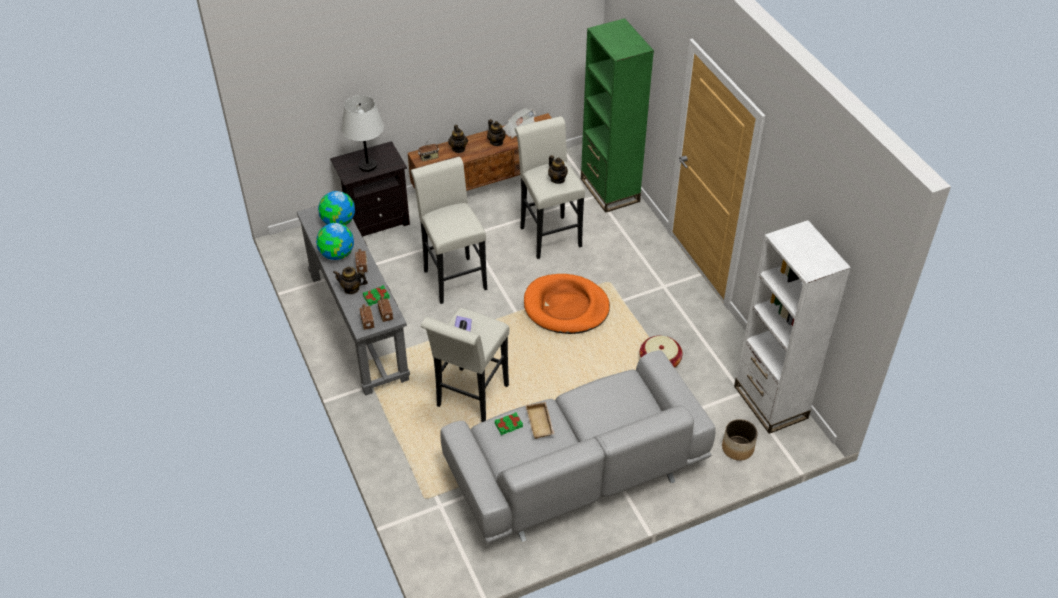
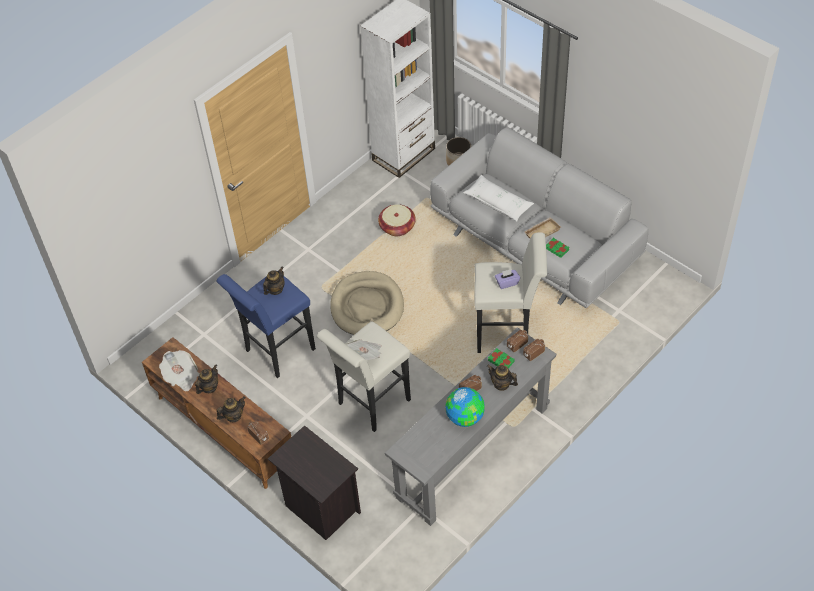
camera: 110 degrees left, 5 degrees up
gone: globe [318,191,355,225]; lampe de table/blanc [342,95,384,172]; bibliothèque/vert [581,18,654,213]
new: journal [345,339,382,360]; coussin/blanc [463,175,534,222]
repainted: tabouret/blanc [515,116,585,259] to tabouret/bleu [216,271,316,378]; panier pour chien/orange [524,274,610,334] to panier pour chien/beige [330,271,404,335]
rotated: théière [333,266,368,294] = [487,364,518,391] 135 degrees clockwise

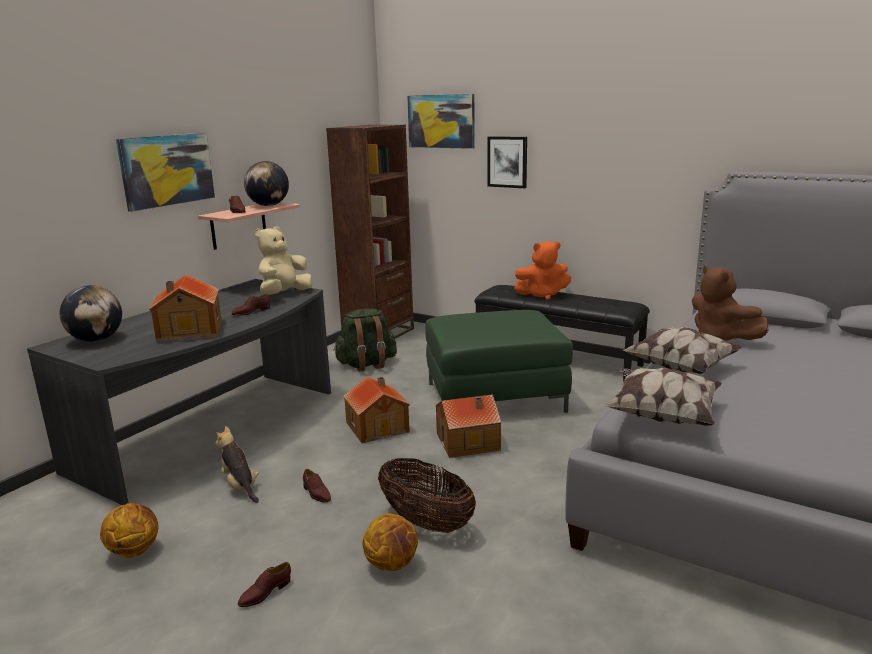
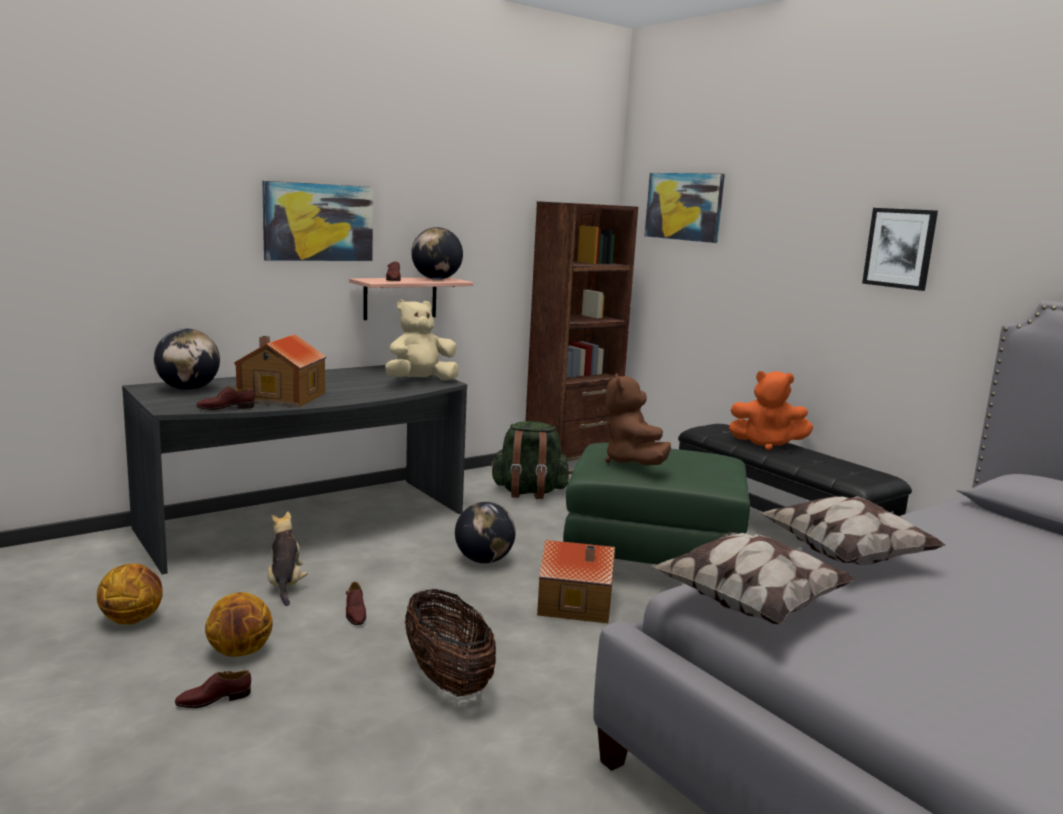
camera: 20 degrees right, 5 degrees down
shifted: chaussure/marron [231,294,270,316] to [196,386,255,410]; ballon de basket [363,513,418,571] to [205,592,273,657]; tableau [487,136,527,188] to [862,208,938,291]; peluche/marron [692,266,768,341] to [605,373,671,465]
swapped: maison miniature [343,376,410,443] to globe [455,502,516,563]

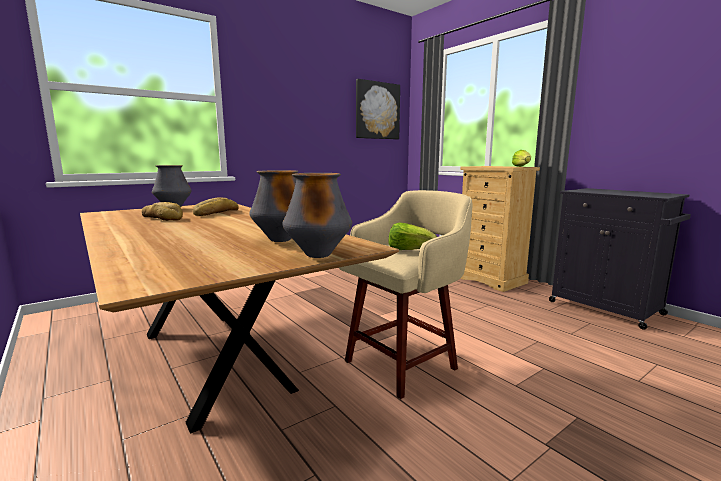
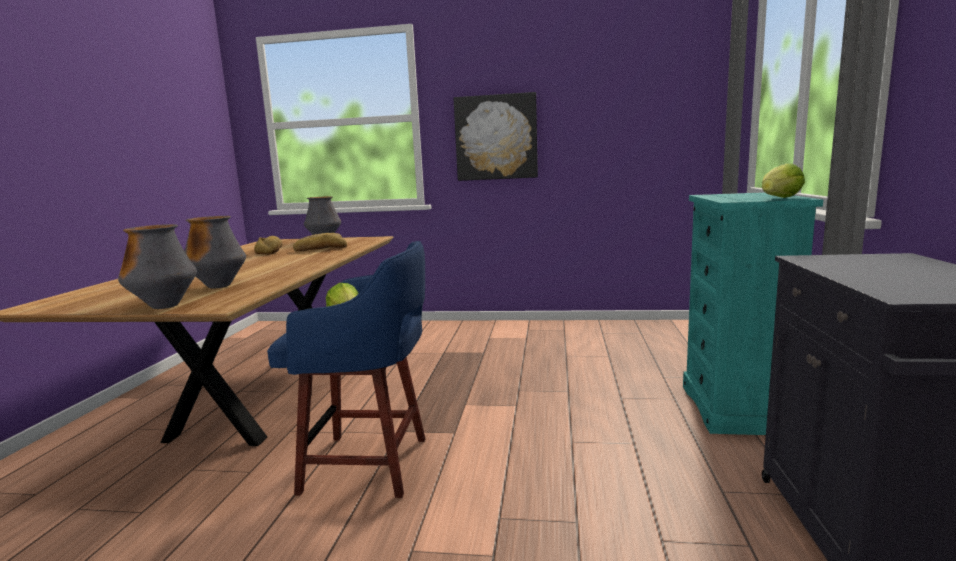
camera: 45 degrees right, 0 degrees up
shifted: tableau [356,79,400,139] to [454,92,538,181]
repainted: tabouret/beige [339,190,473,399] to tabouret/bleu [267,241,425,498]; commode/beige [460,166,540,292] to commode/turquoise [683,192,823,435]

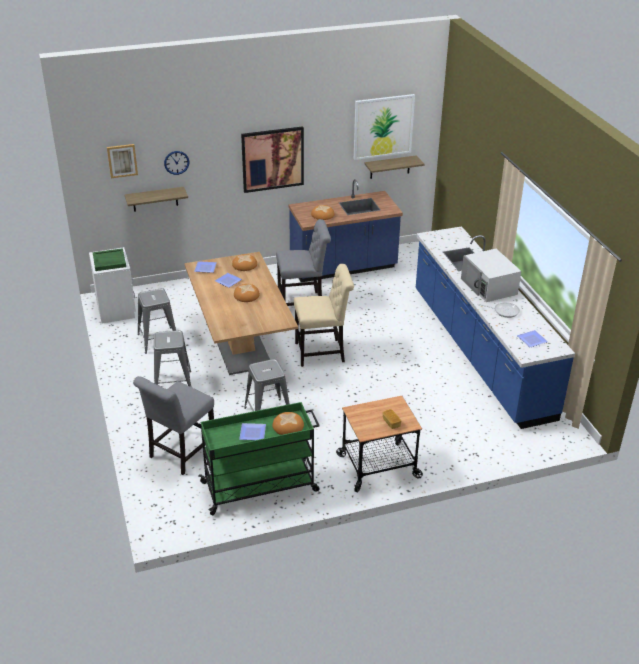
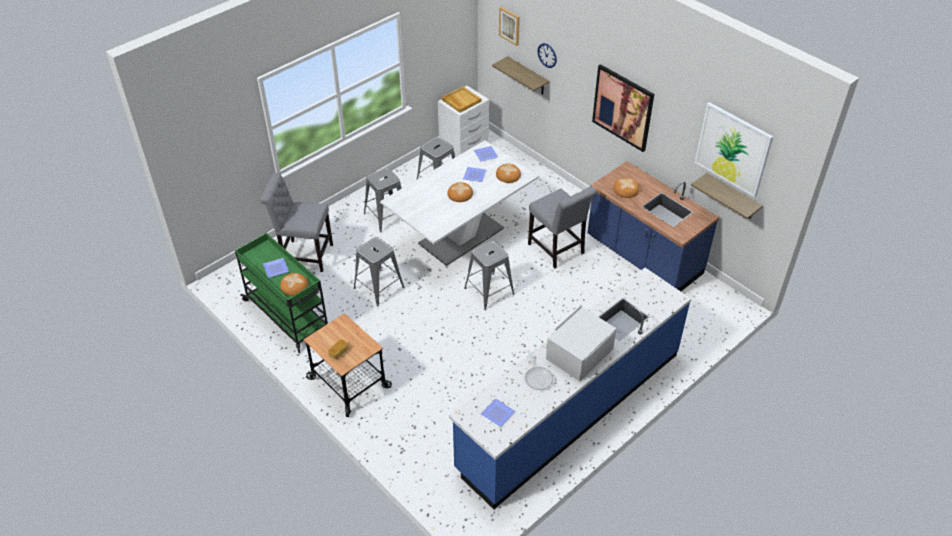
camera: 65 degrees right, 10 degrees up
swapped: chaise/beige [294,264,354,367] to tabouret/gris [464,241,515,310]
repainted: plateau/vert [92,248,126,271] to plateau/beige [442,86,481,113]; table à manger/marron [184,252,298,375] to table à manger/blanc [380,140,539,266]

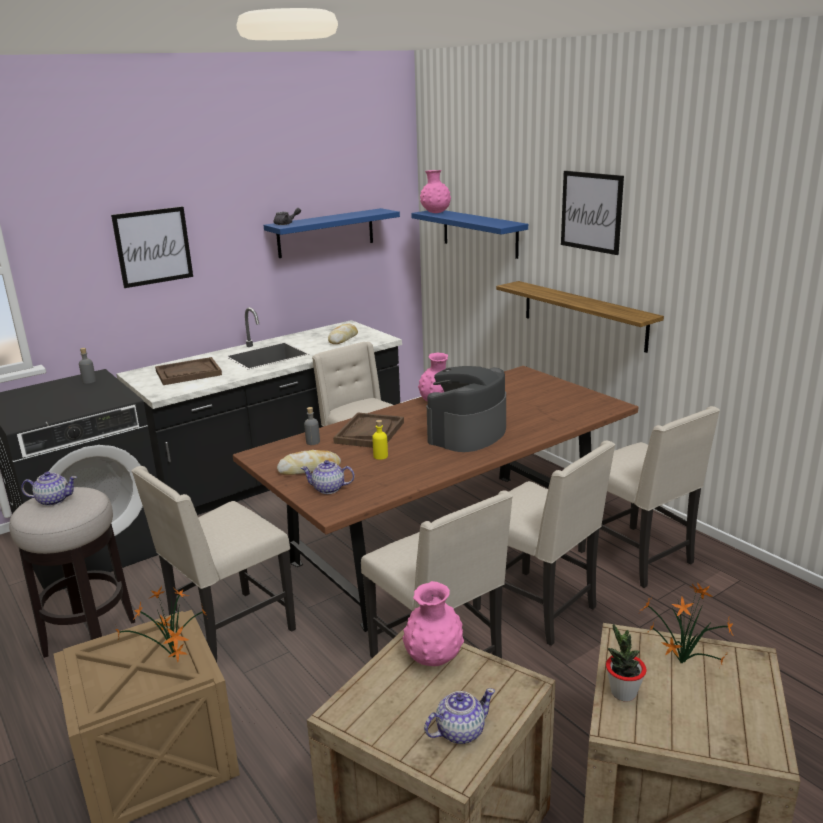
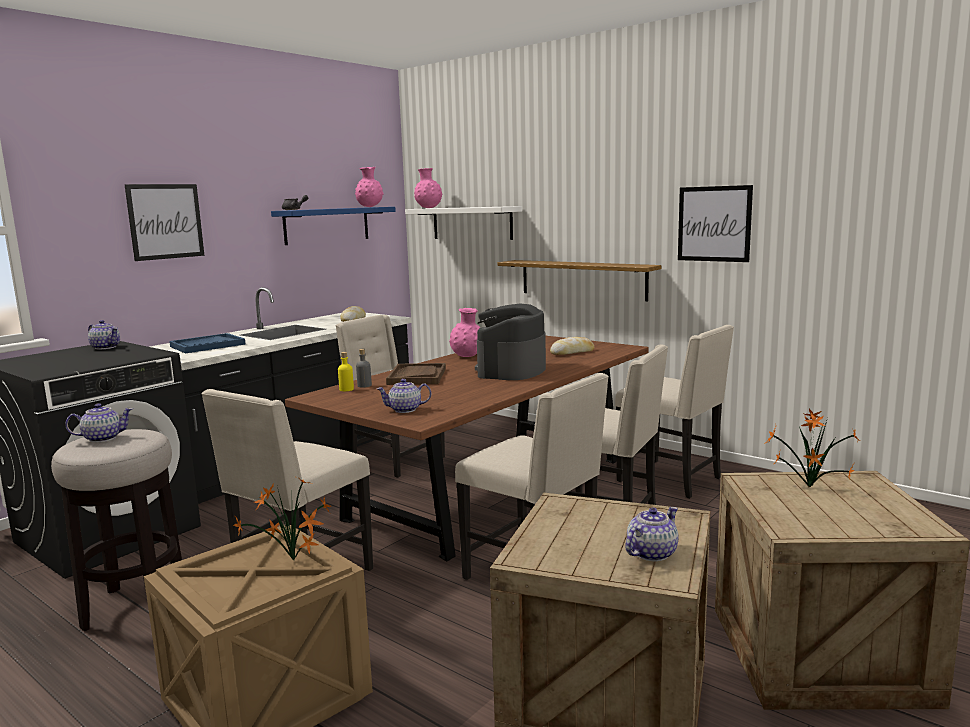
camera: 15 degrees left, 10 degrees down
gone: plante en pot [606,624,646,701]
shifted: pain [277,450,341,475] to [550,337,594,355]; bouteille/jaune [372,420,388,460] to [338,352,354,391]; vase/rose [402,581,464,666] to [355,167,384,207]; tableau [561,171,624,255] to [678,185,753,262]
swapped: bouteille/gris [79,348,96,384] to théière [88,320,120,349]
repainted: plateau/marron [155,357,222,385] to plateau/bleu [169,333,245,353]; étagère/bleu [411,210,528,259] to étagère/blanc [405,206,522,240]

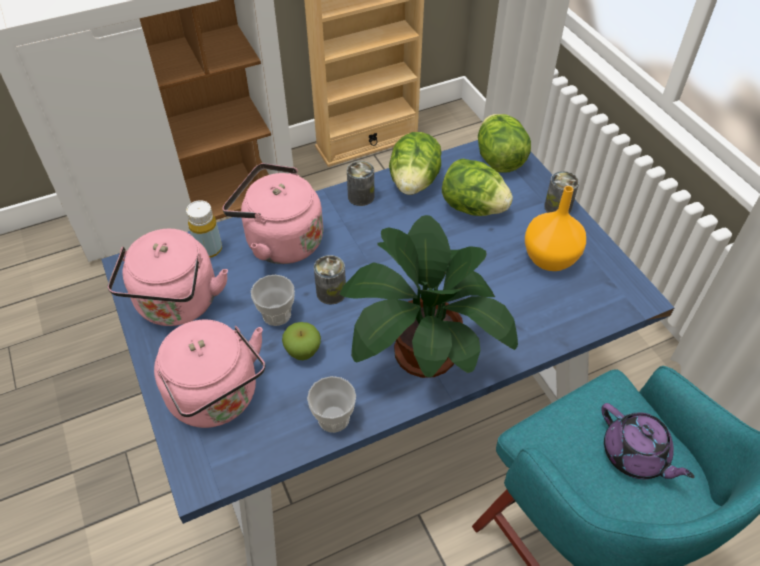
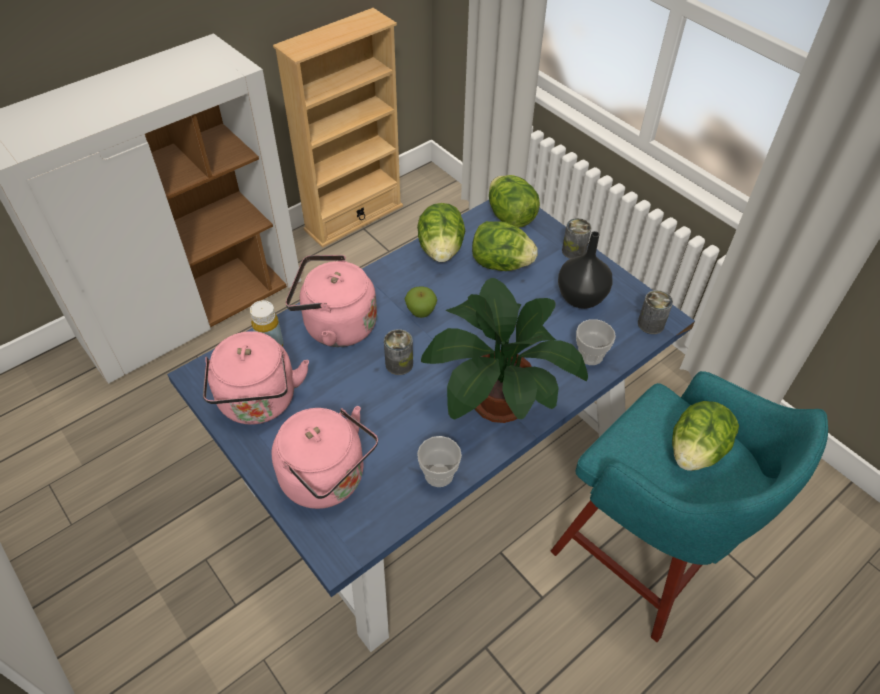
camera: 15 degrees left, 0 degrees up
shifted: tasse [251,275,295,326] to [576,319,616,365]; pomme [282,322,321,360] to [405,286,437,318]; boîte métallique [347,161,374,206] to [638,290,673,334]
swapped: théière/violet [601,403,695,479] to laitue [672,401,739,471]
repainted: vase/orange [525,186,586,271] to vase/noir [558,231,612,309]

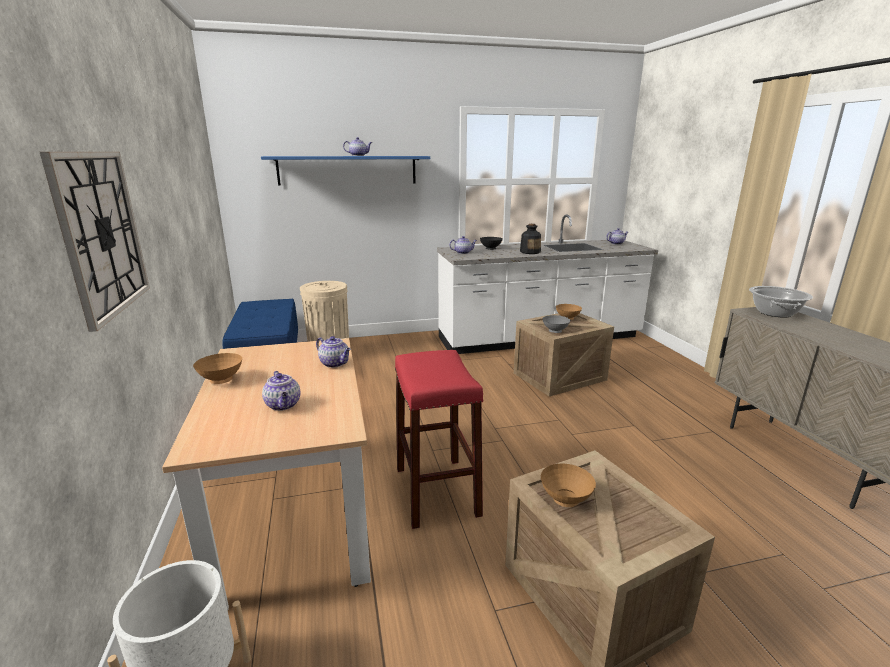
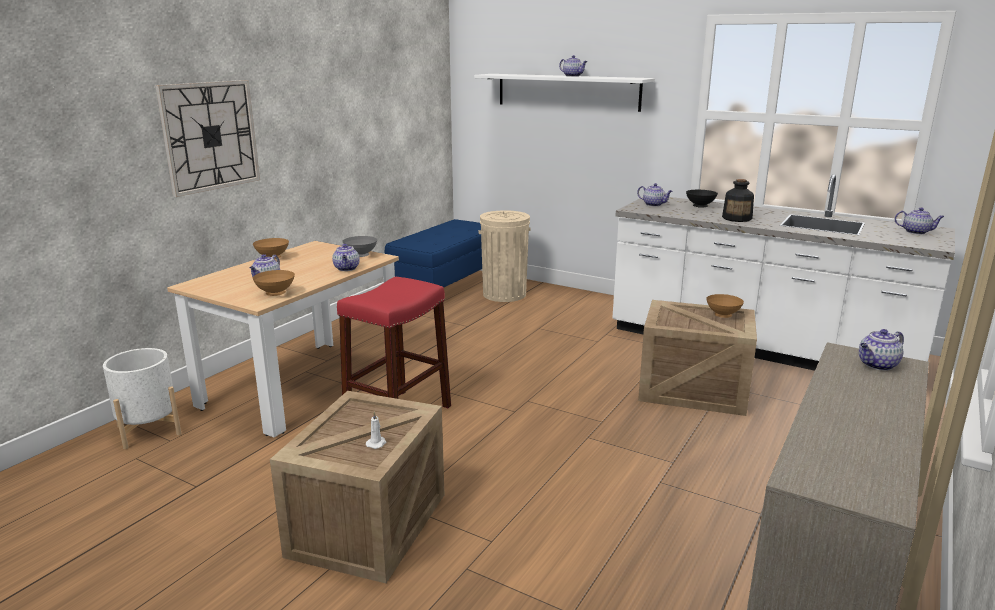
camera: 45 degrees right, 0 degrees up
new: bougie/blanc [366,412,386,449]
shifted: bol/marron [541,464,596,507] to [253,270,295,296]; bol/gris [542,315,571,333] to [342,236,377,257]
swapped: marmite [749,286,813,318] to théière [859,329,904,371]
repainted: étagère/bleu [261,156,430,186] to étagère/blanc [474,74,655,112]

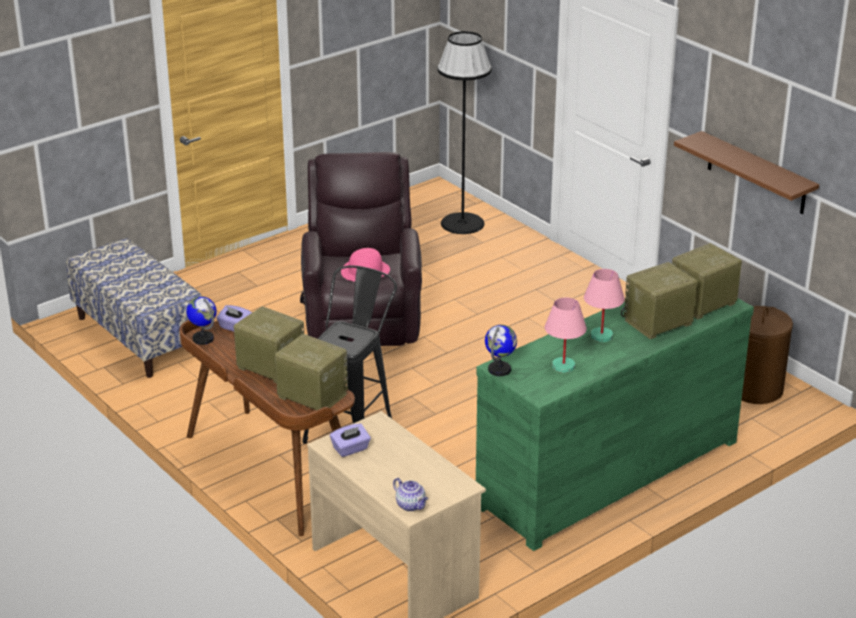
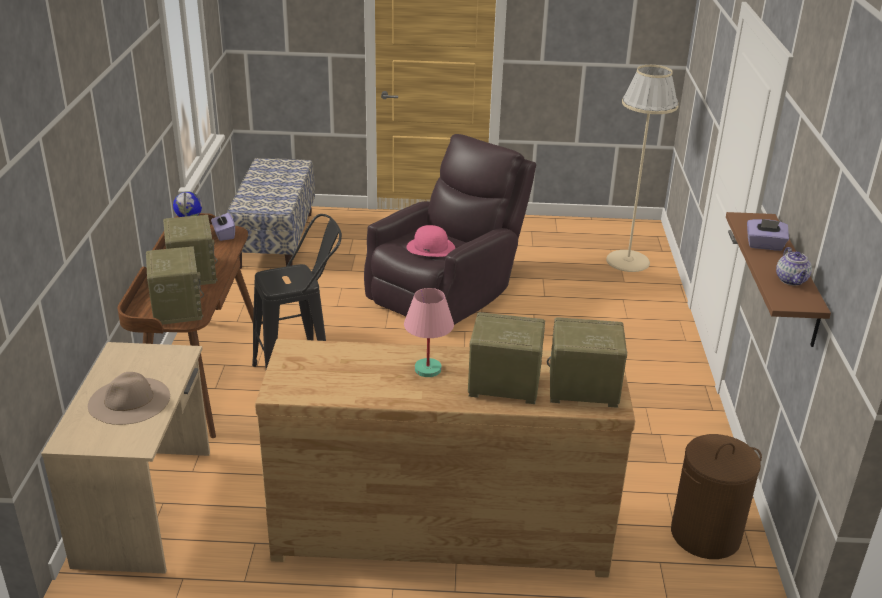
camera: 40 degrees right, 0 degrees up
gone: globe [485,325,517,376]; lampe de table/rose [545,297,587,373]
new: chapeau/beige [88,372,170,425]
shifted: boîte à mouchoirs/violet [330,424,371,457] to [747,219,789,251]; théière [393,478,428,511] to [776,247,812,286]
repainted: lampadaire/noir [437,31,492,234] to lampadaire/beige [606,65,679,272]; commode/vert [476,298,754,551] to commode/marron [255,339,635,578]

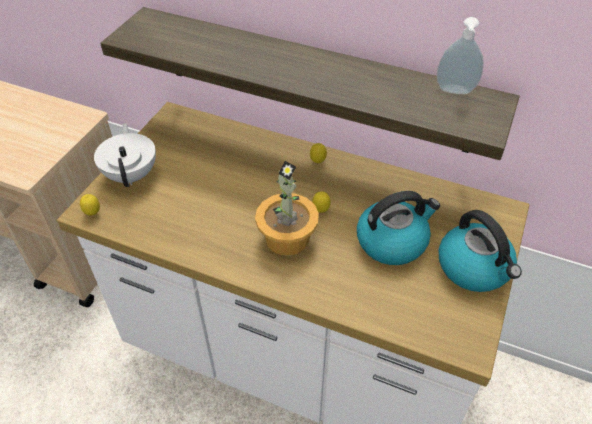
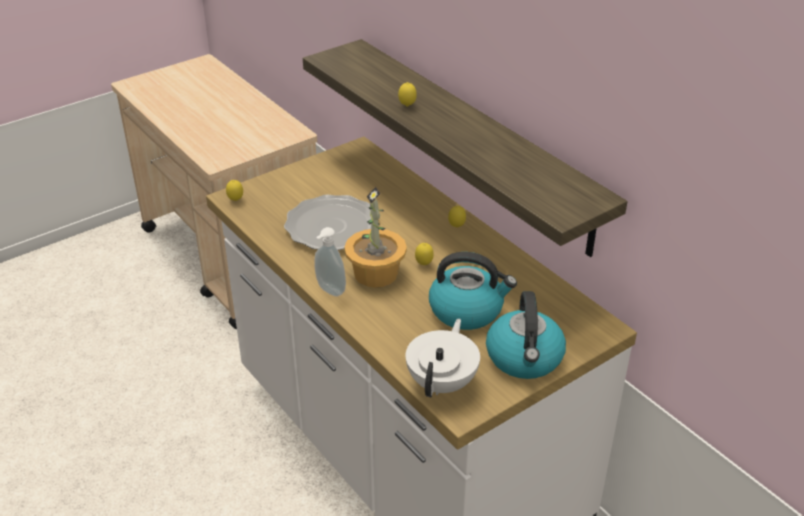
camera: 30 degrees right, 10 degrees down
new: assiette [284,195,379,250]; citron [398,82,417,107]
shifted: théière/blanc [94,123,156,187] to [406,319,480,397]; distributeur de savon [437,17,484,94] to [314,227,346,297]

